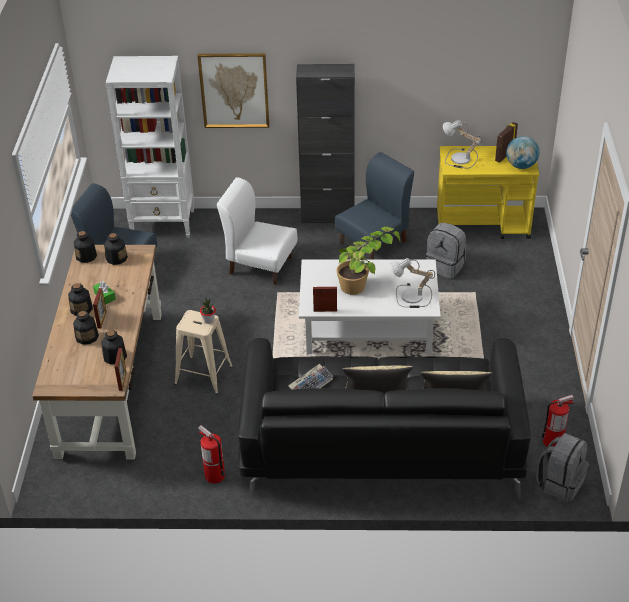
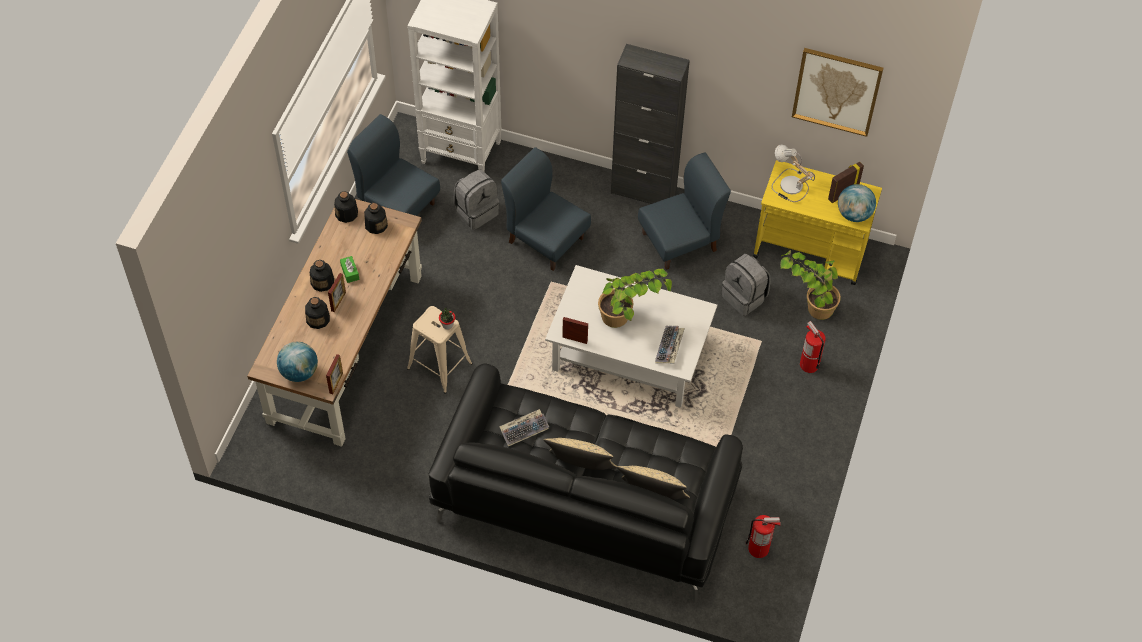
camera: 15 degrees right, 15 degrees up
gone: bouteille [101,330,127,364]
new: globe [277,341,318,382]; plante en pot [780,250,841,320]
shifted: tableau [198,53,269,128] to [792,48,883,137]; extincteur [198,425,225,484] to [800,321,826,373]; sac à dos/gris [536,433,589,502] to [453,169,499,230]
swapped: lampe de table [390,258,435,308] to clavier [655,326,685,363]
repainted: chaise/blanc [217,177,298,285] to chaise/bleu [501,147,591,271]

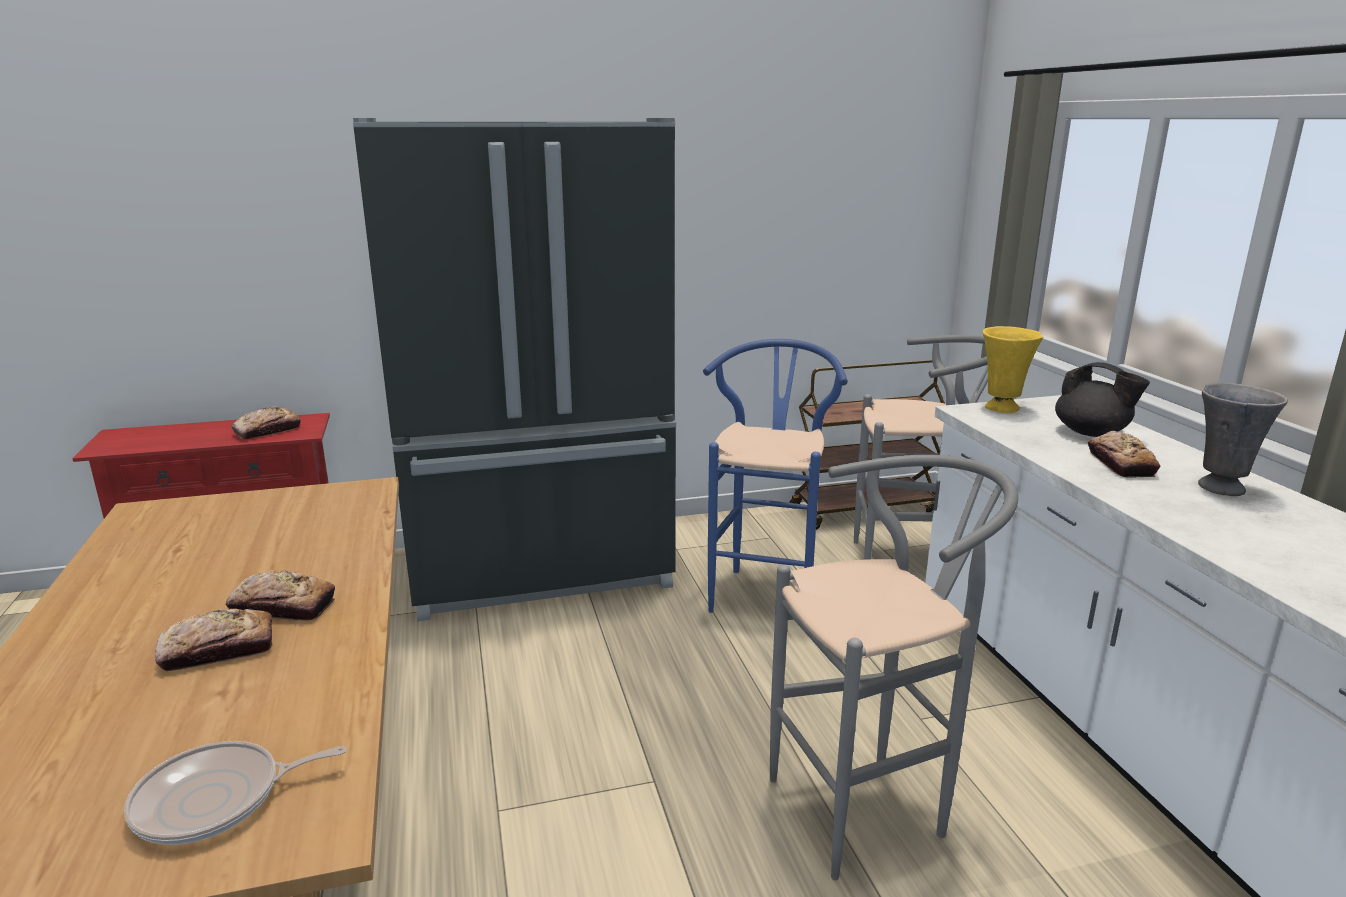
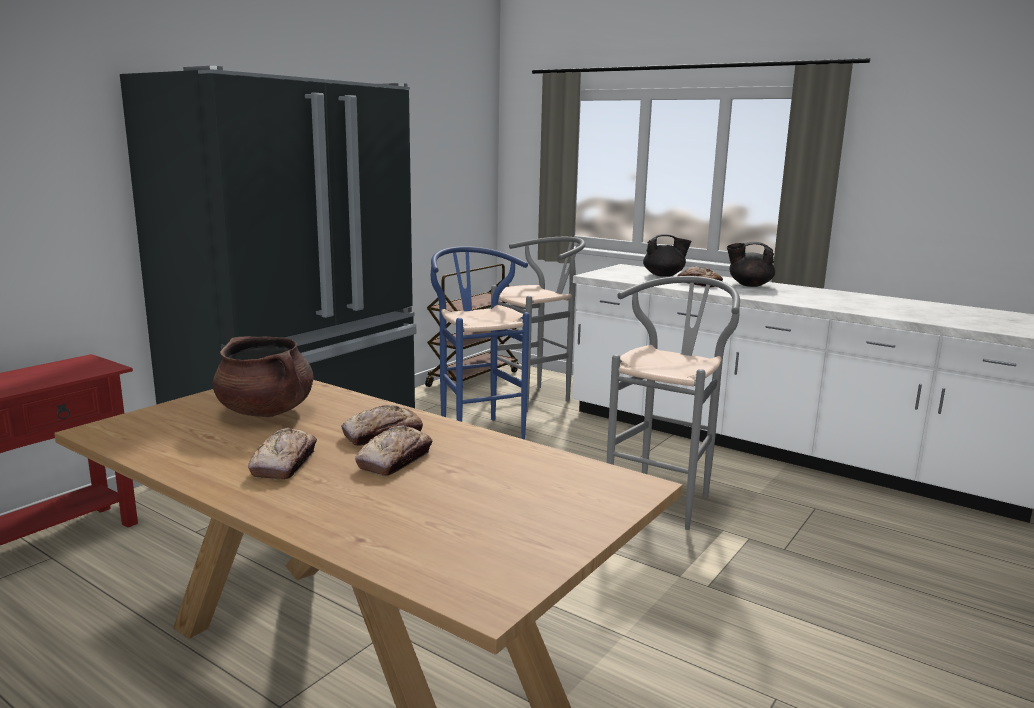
camera: 40 degrees left, 5 degrees down
gone: poêle [124,741,347,845]; vase/jaune [983,326,1043,413]
new: marmite/marron [213,336,313,417]
shifted: pain [231,407,301,440] to [248,428,317,480]
swapped: vase/gris [1198,383,1288,496] to théière/noir [727,242,775,287]

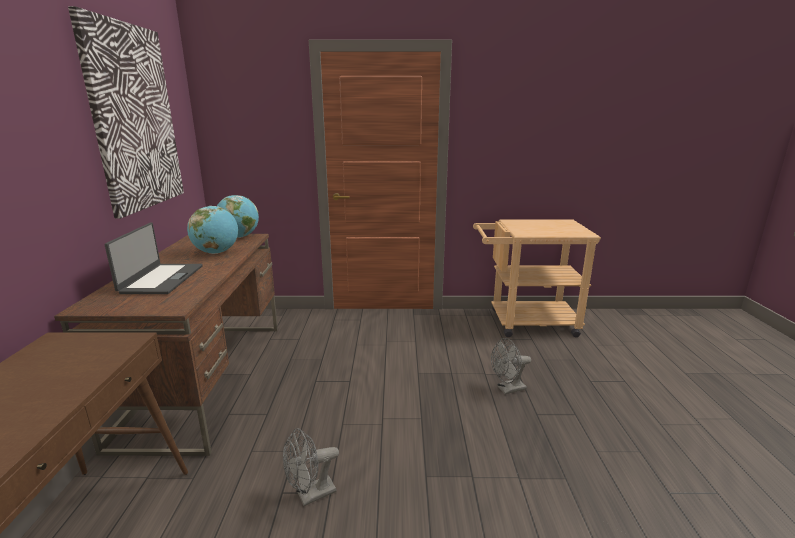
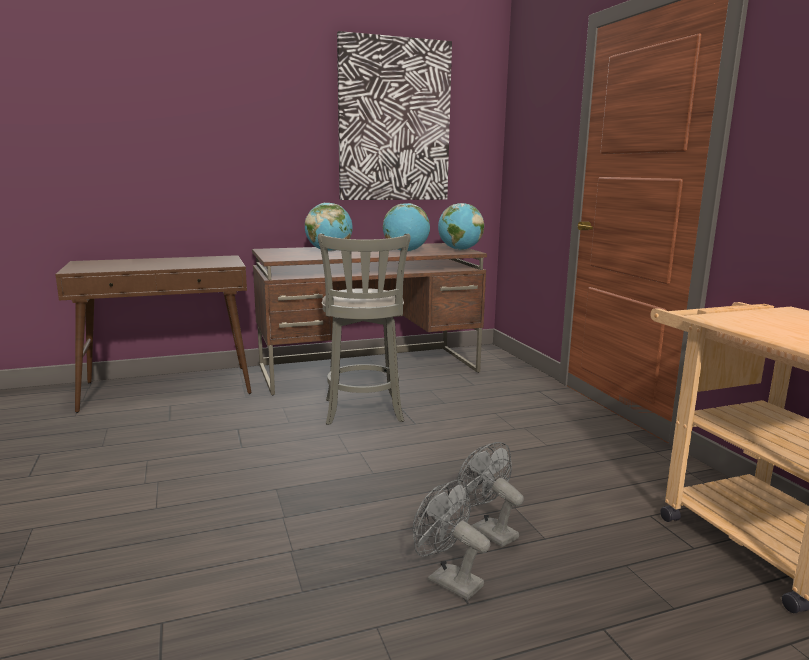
camera: 70 degrees right, 5 degrees down
new: tabouret/gris [318,234,411,425]
shifted: ventilateur/gris [283,428,339,506] to [413,479,490,600]
swapped: ordinateur portable [105,222,203,294] to globe [305,203,353,252]

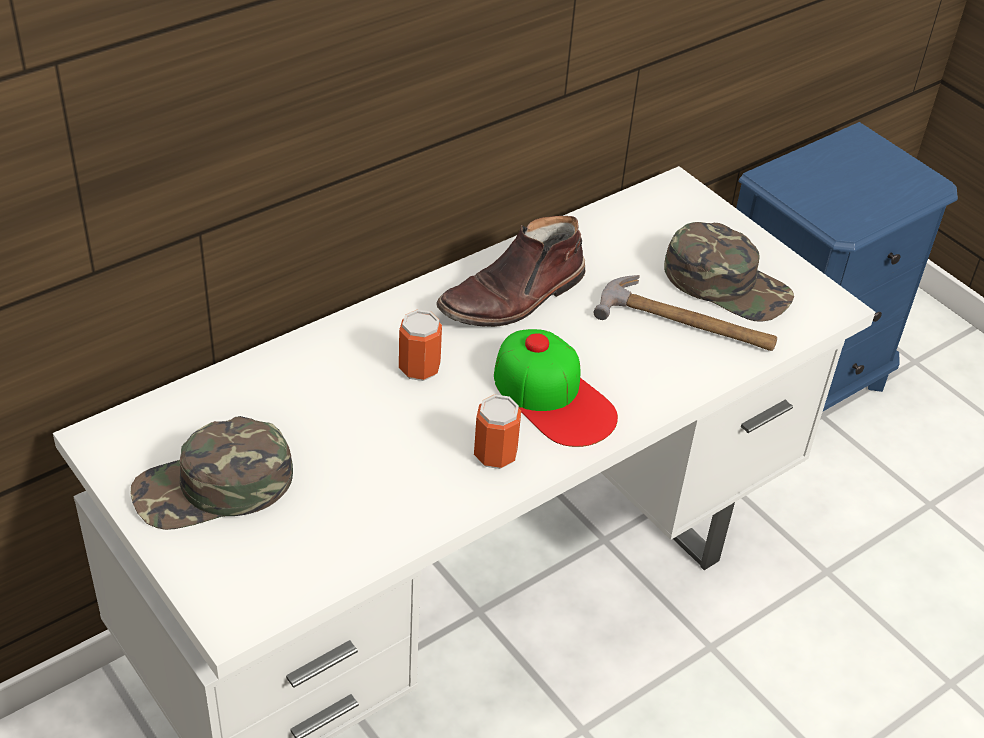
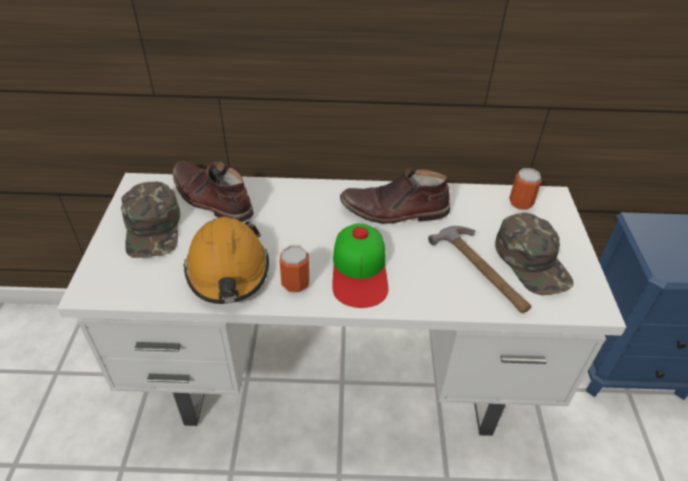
camera: 40 degrees right, 0 degrees up
new: botte/marron [173,161,254,222]; casque de chantier/orange [184,217,269,304]
shifted: boîte métallique [399,310,442,381] to [509,168,542,210]
rotated: casquette/vert [131,416,293,530] = [121,182,180,258] 120 degrees counterclockwise

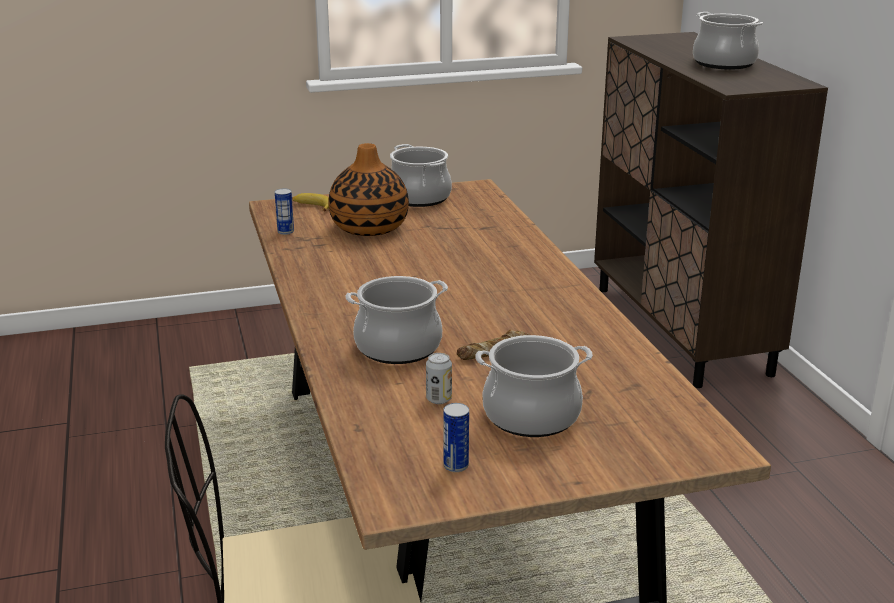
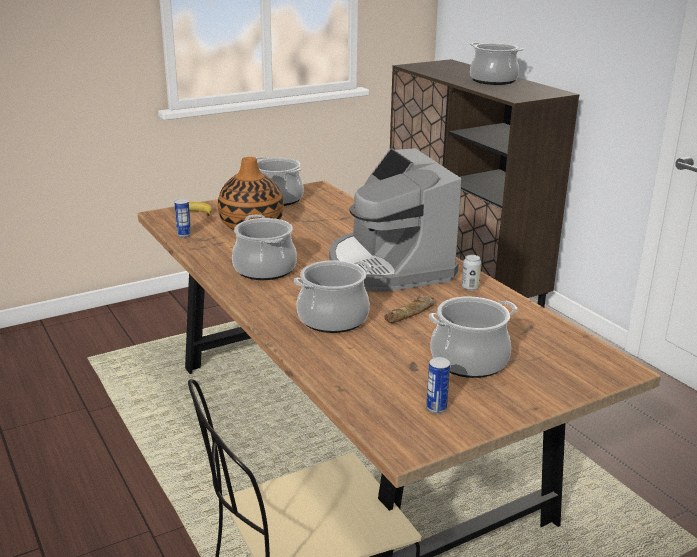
camera: 15 degrees left, 0 degrees up
new: marmite [232,214,297,280]; machine à café [329,148,462,292]
shifted: boîte métallique [426,353,452,404] to [462,255,482,291]

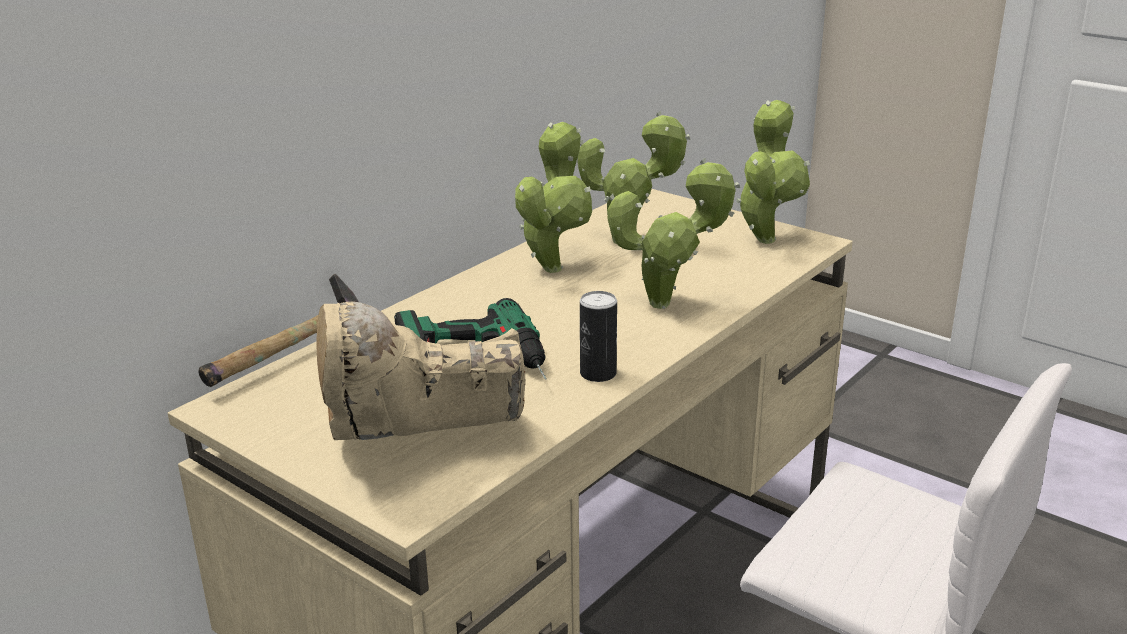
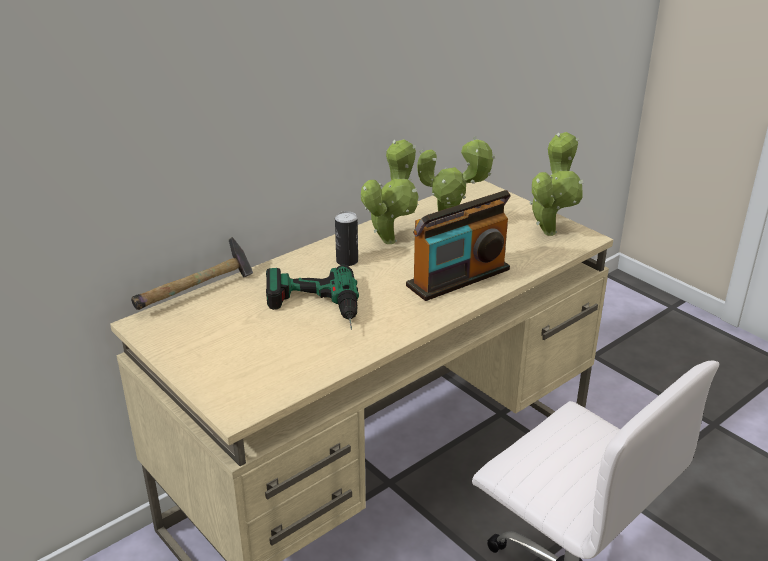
camera: 10 degrees right, 5 degrees up
gone: botte/beige [316,302,526,440]
shifted: boîte métallique [580,291,617,382] to [335,211,358,266]
swapped: plante en pot [608,158,740,309] to radio [406,190,511,301]

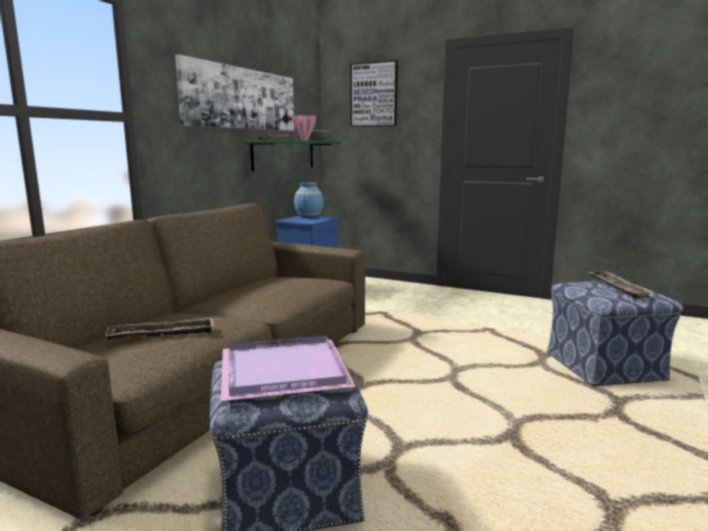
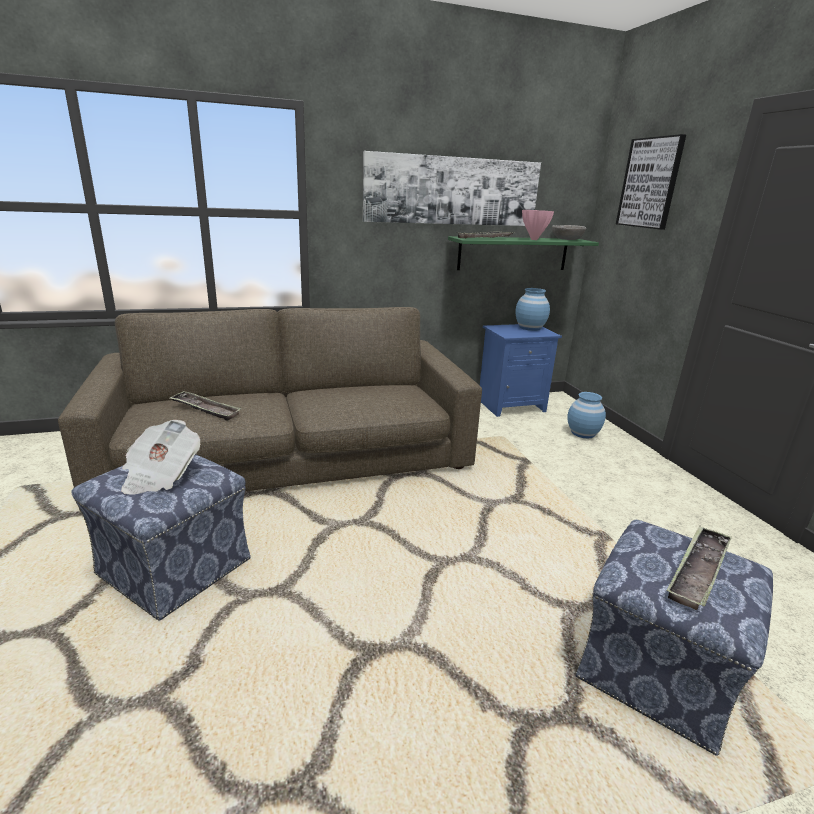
camera: 45 degrees right, 10 degrees up
new: vase/bleu [567,392,606,438]
swapped: plateau/violet [221,336,356,401] to journal [121,420,200,495]

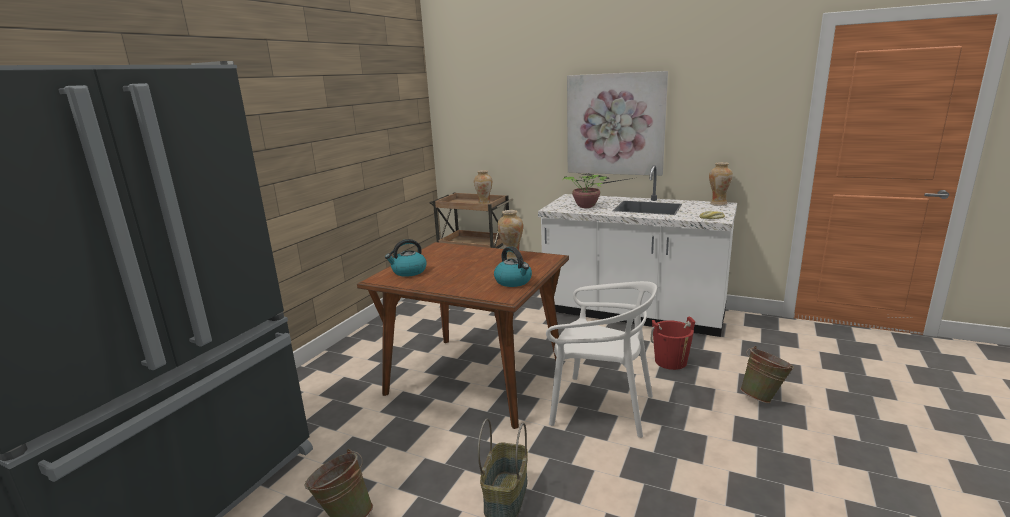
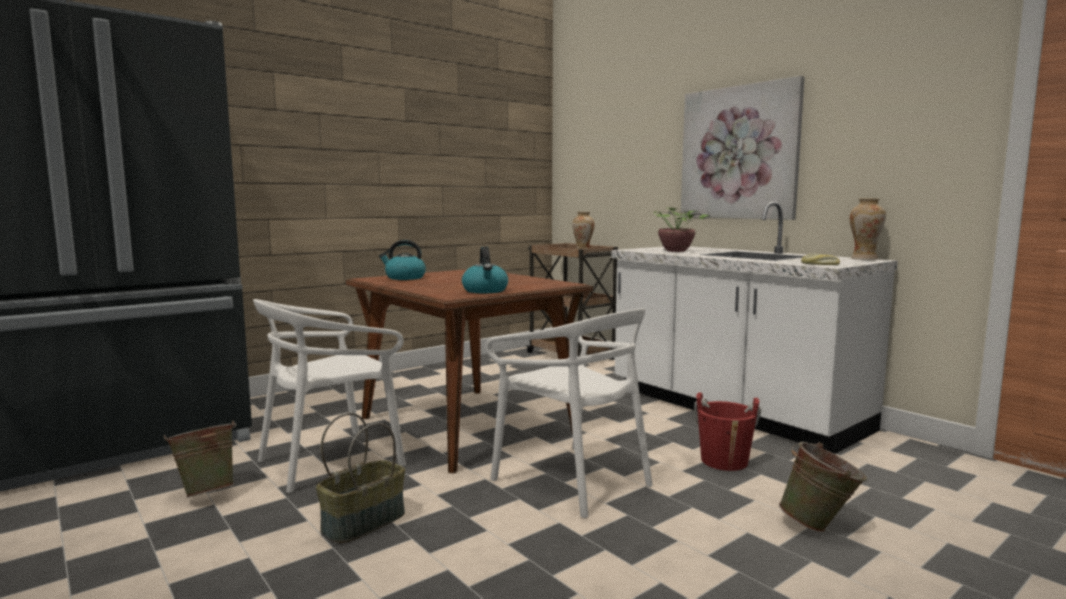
camera: 25 degrees right, 10 degrees down
gone: vase [497,210,523,259]
new: chaise/blanc [253,299,406,493]

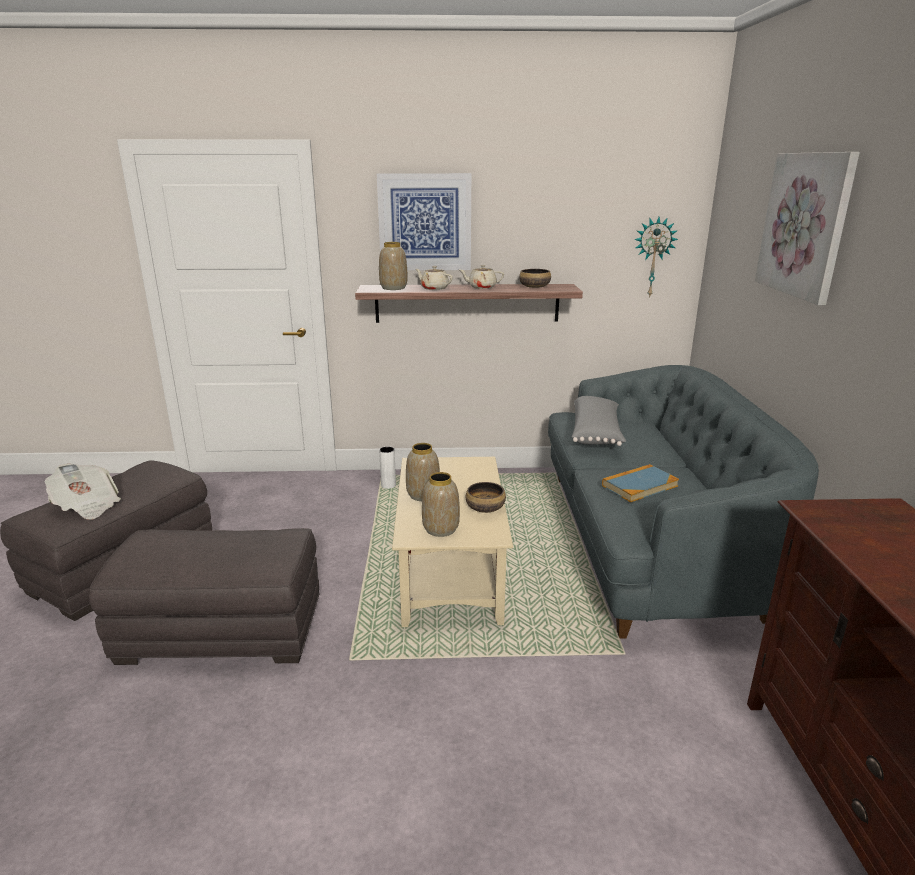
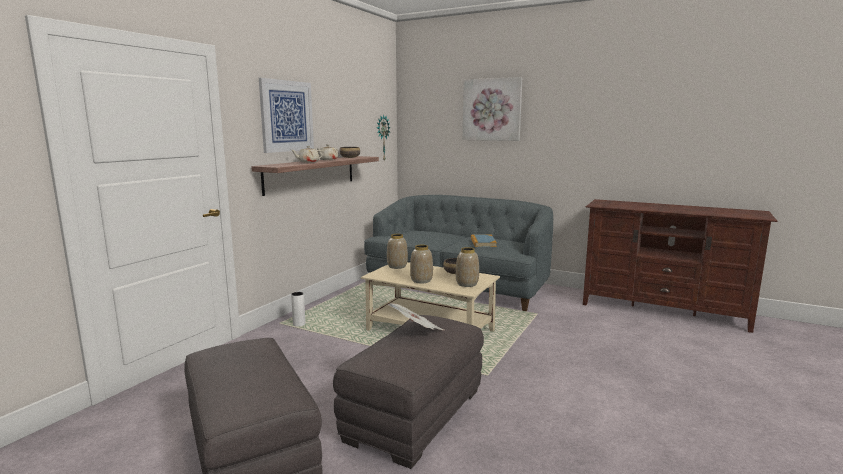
camera: 60 degrees left, 10 degrees down
gone: coussin/gris [572,396,626,446]
shifted: journal [45,463,121,519] to [387,303,444,330]; vase [379,242,407,290] to [387,234,408,269]

